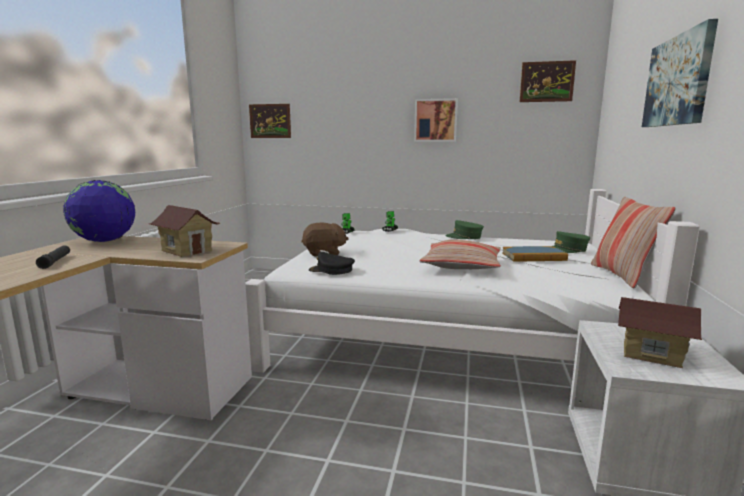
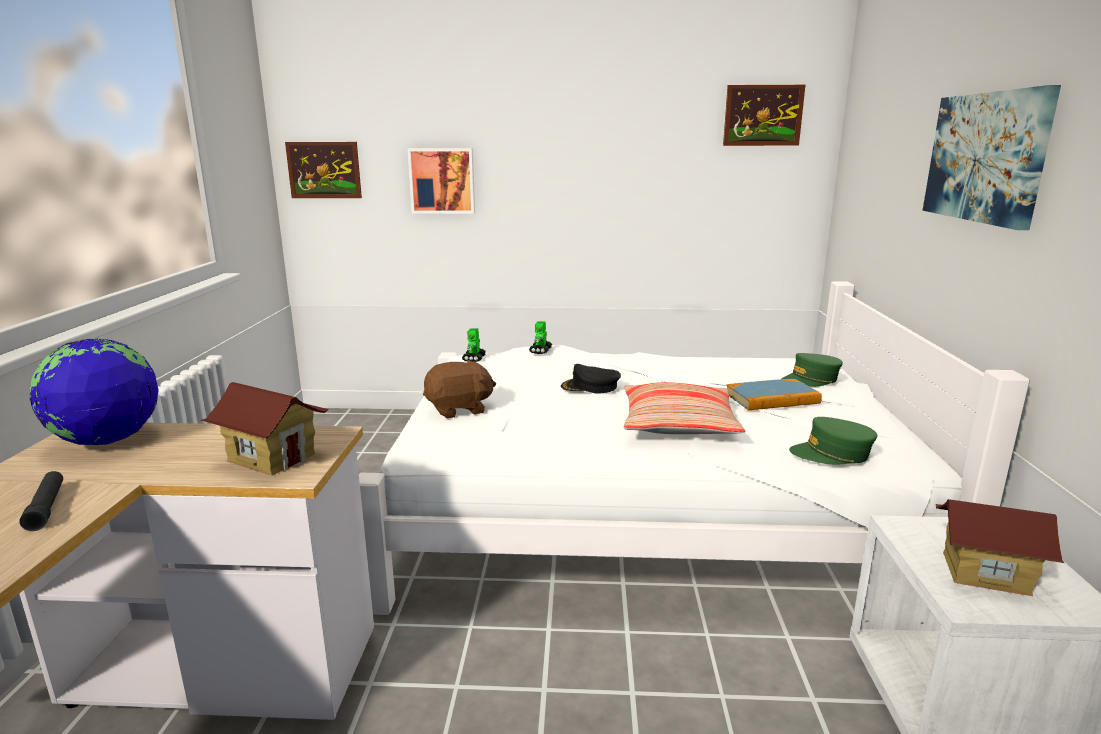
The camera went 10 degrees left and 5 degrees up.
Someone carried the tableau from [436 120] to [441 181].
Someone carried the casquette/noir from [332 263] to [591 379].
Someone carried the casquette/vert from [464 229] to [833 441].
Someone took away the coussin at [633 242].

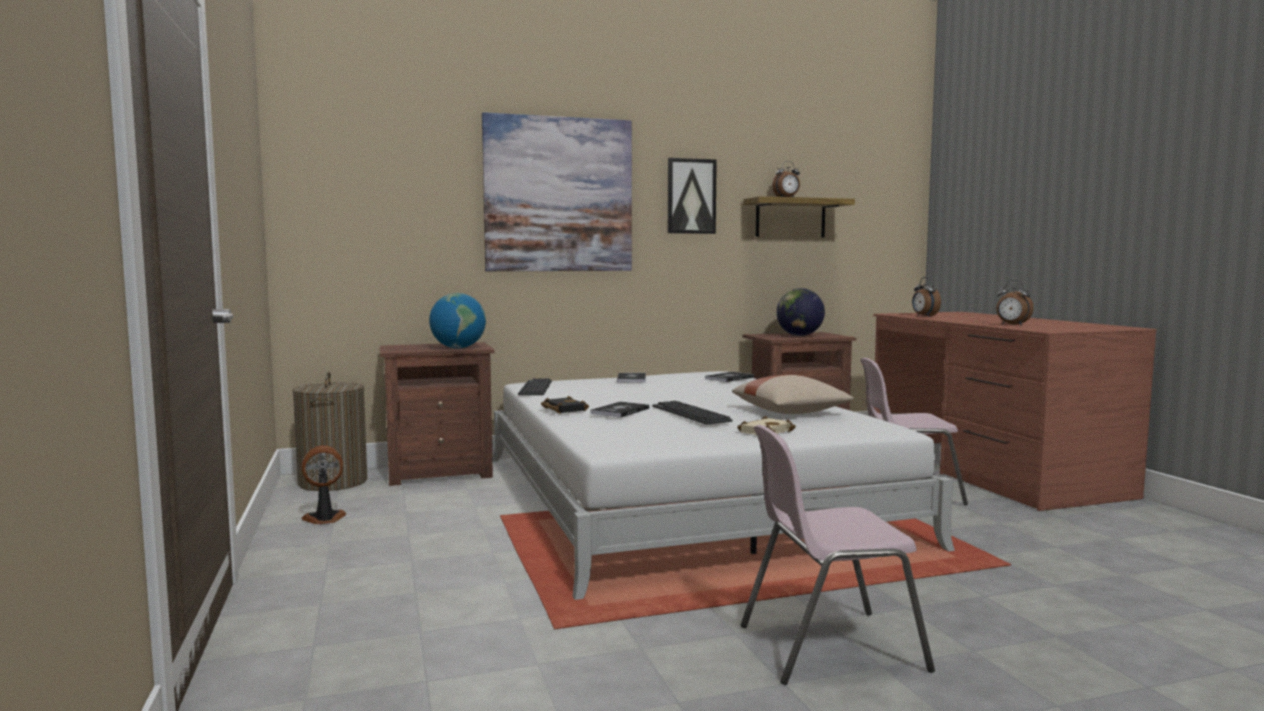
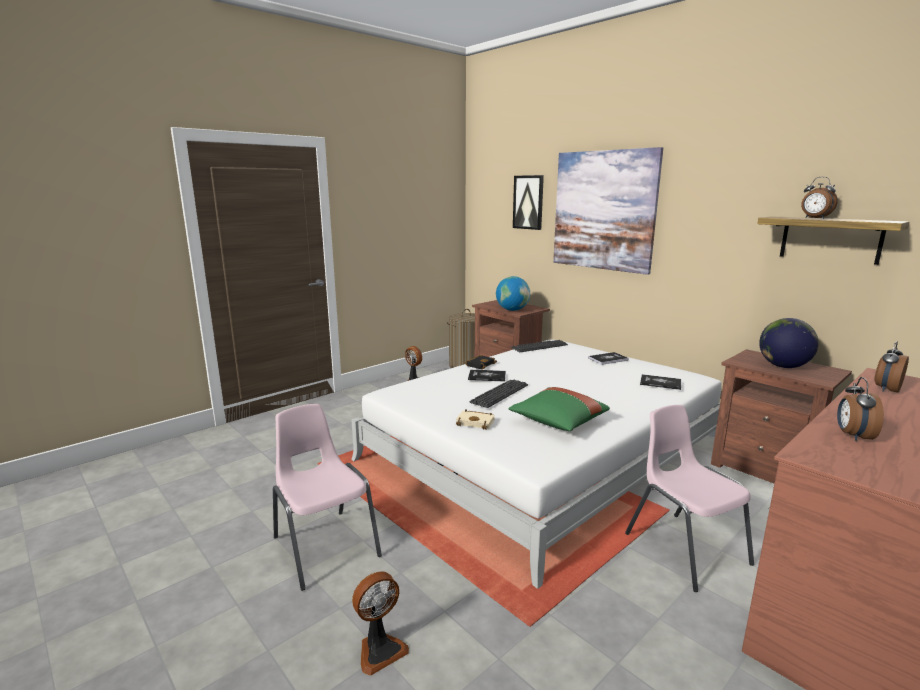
The camera went 65 degrees right and 10 degrees up.
Someone put down the ventilateur at [380 624].
Someone repainted the coussin/beige at [793 394], which became the coussin/vert at [559 409].
Someone carried the tableau from [692 196] to [528 202].

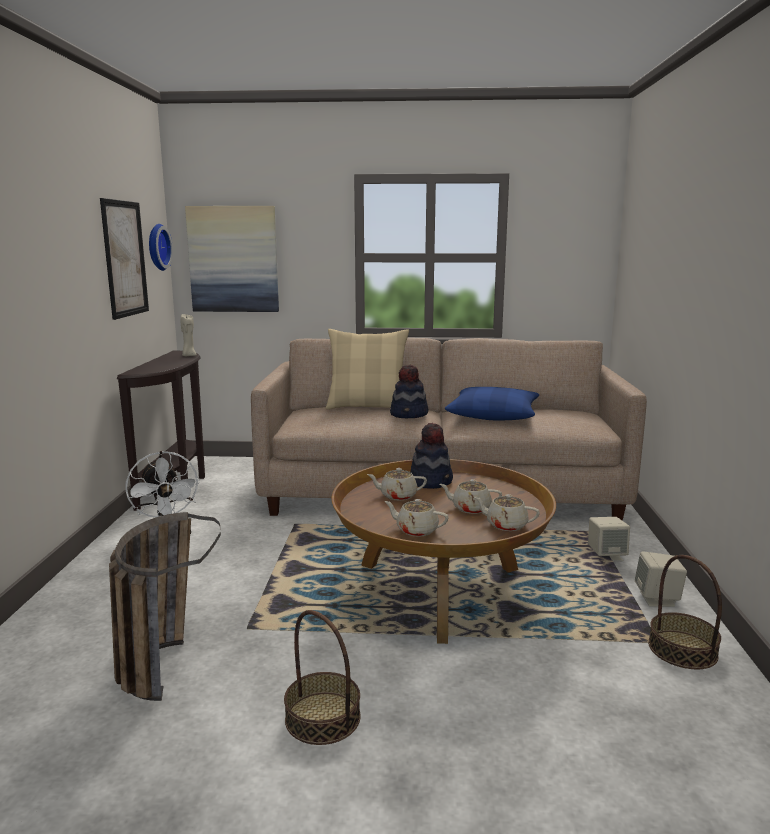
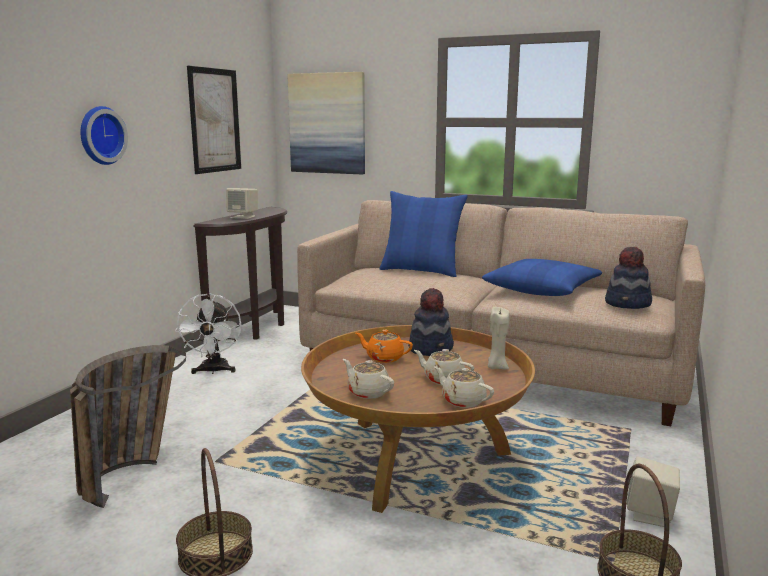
The camera went 20 degrees right and 0 degrees up.
Someone carried the horloge murale from [161 247] to [104 135].
Someone carried the enceinte/beige from [609 539] to [242 203].
Someone repainted the théière/beige at [397 484], which became the théière/orange at [384 346].
Someone repainted the coussin/beige at [367 369], which became the coussin/bleu at [423 234].
Someone carried the bougie/beige from [188 335] to [499 338].
Someone carried the chapeau from [409 391] to [628 278].

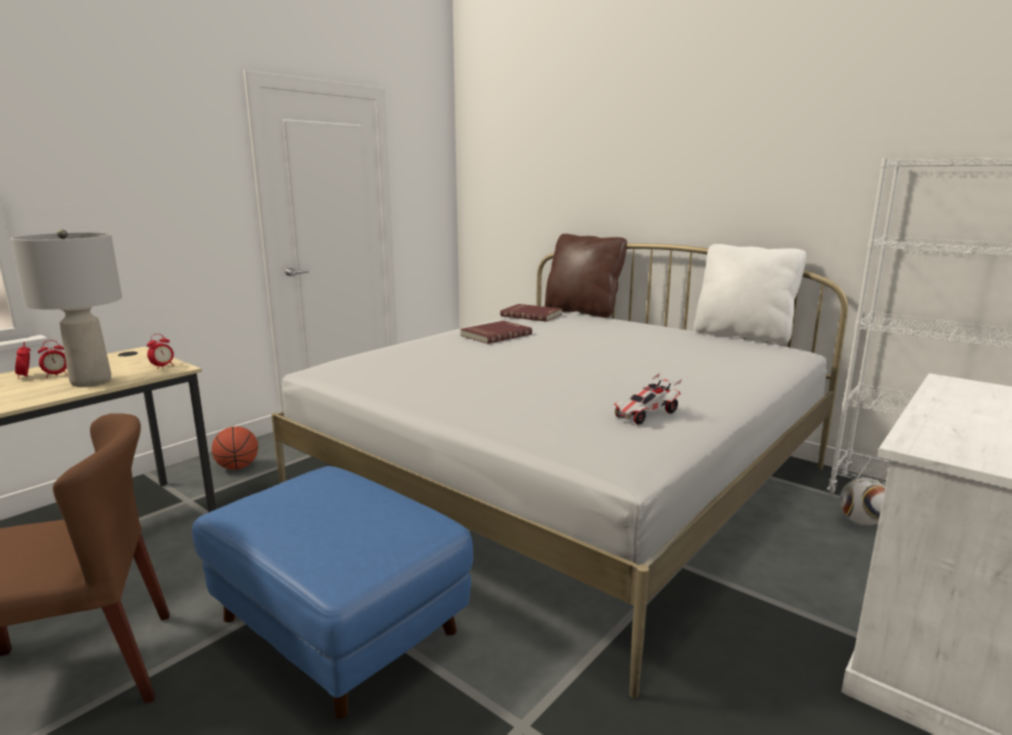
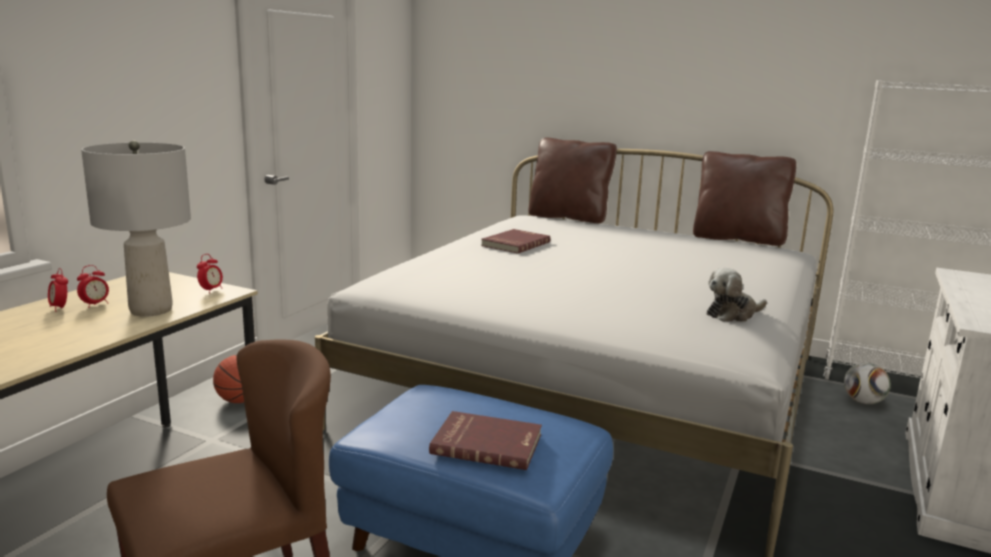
The camera went 15 degrees left and 0 degrees up.
Someone carried the livre/rouge from [531 313] to [485 440].
Someone repainted the coussin/blanc at [750 294], which became the coussin/marron at [744 198].
Someone swapped the petite voiture at [648 399] for the peluche at [737 295].

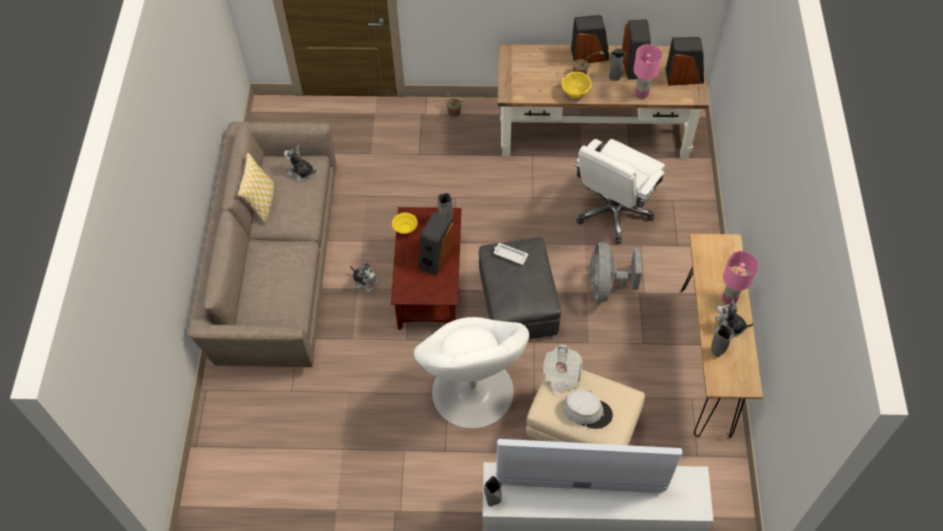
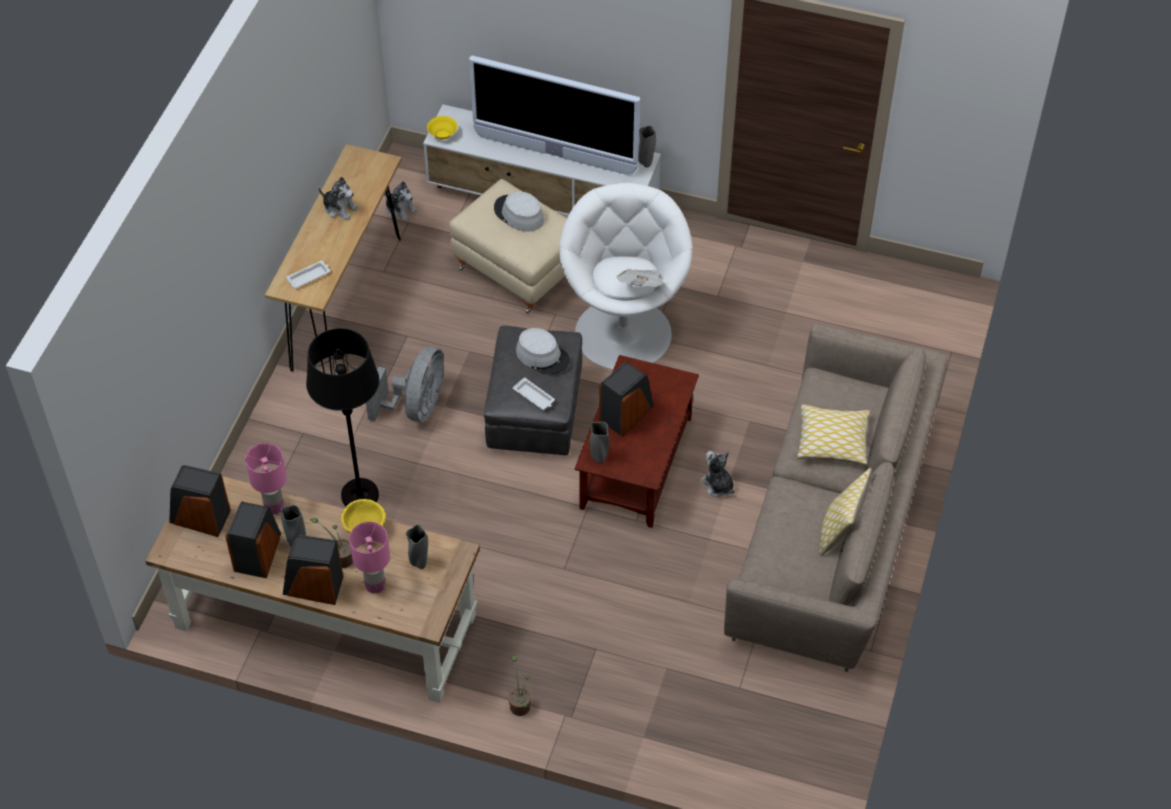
The camera went 165 degrees left and 5 degrees down.
Someone put down the plateau/blanc at [308 275].
Someone swapped the chaise de bureau/blanc at [619 191] for the lampadaire/noir at [342 417].
Someone carried the lampe de table/rose from [740 277] to [369 557].
Someone carried the peluche from [300 163] to [401 201].
Someone carried the vase/gris from [722 340] to [417 546].
Someone carried the bol/jaune from [405 223] to [442 128].
Someone put down the chapeau/gris at [543 351].
Someone carried the journal from [562 370] to [641 278].
Someone put down the coussin at [833 434].

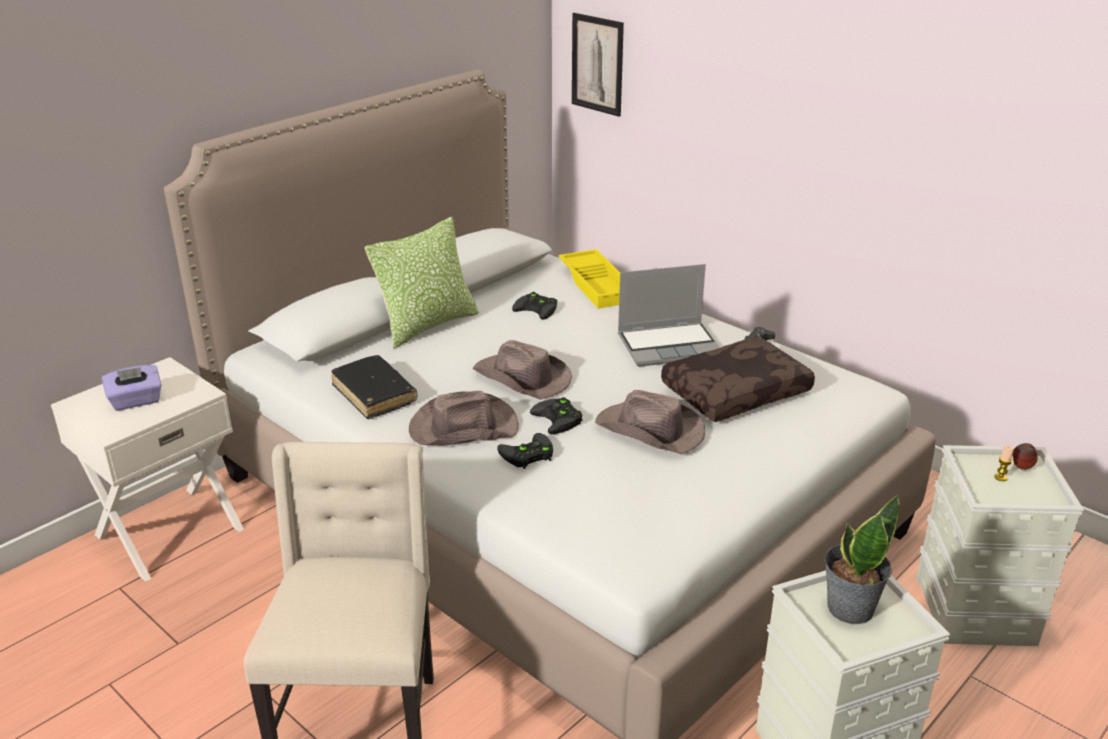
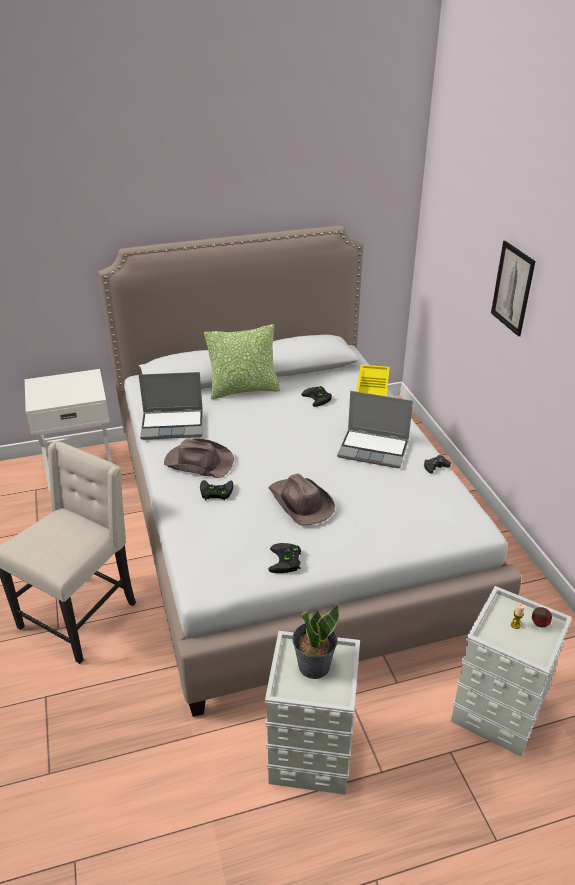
The camera went 30 degrees right and 5 degrees up.
Someone swapped the livre/noir at [374 387] for the ordinateur portable at [171 406].
Someone carried the manette/noir from [556 415] to [284 558].
Someone carried the tableau from [598 65] to [513 289].
Someone took away the boîte à mouchoirs/violet at [131 388].
Someone took away the chapeau/marron at [522 370].
Someone took away the coussin/marron at [738 379].

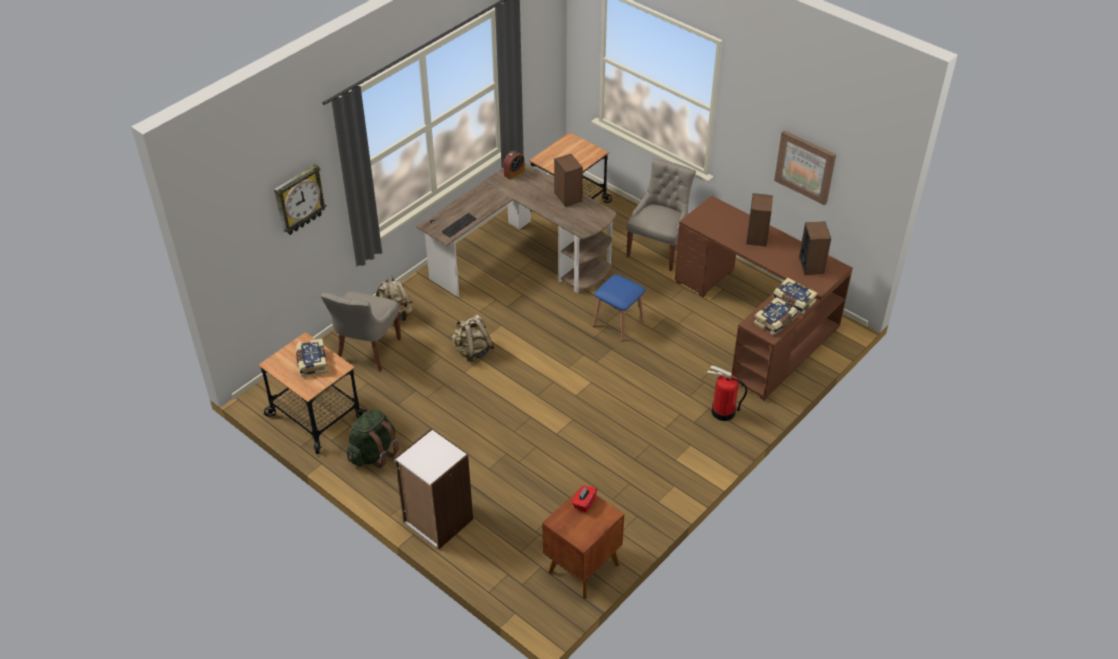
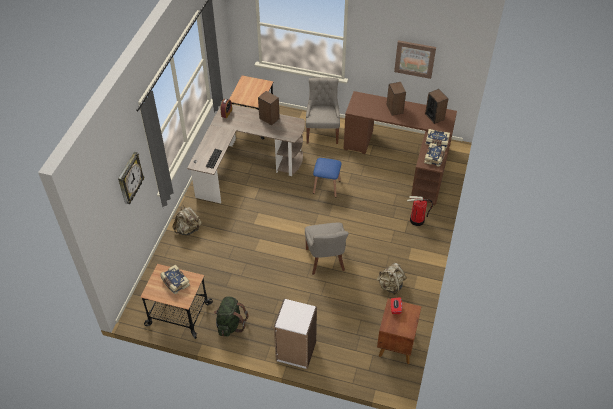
The camera went 25 degrees left and 5 degrees up.
Someone carried the chaise/gris from [361 332] to [327 249].
Someone carried the sac à dos/beige from [473 338] to [392 279].

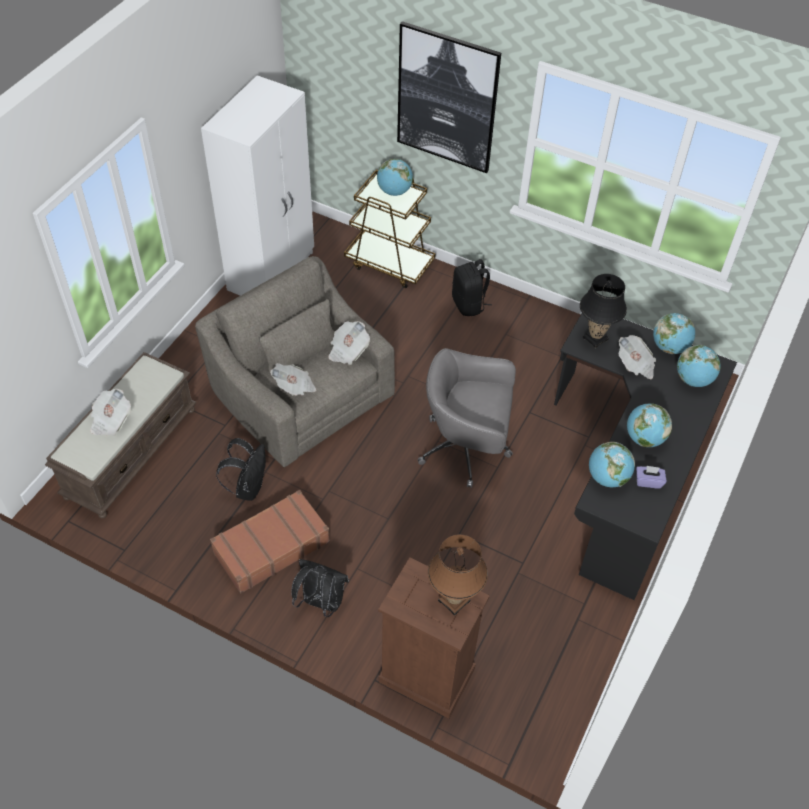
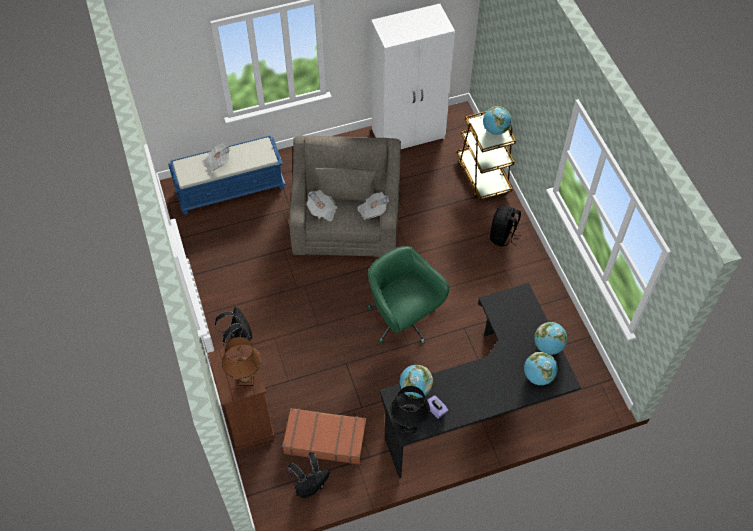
The camera went 45 degrees right and 5 degrees up.
Someone repainted the banc/marron at [121 435], which became the banc/bleu at [227 175].
Someone carried the valise/marron from [270 542] to [324 436].
Someone carried the sac à dos/noir from [241 469] to [308 475].
Someone repainted the chaise de bureau/gris at [467 418], which became the chaise de bureau/vert at [408 295].
Someone carried the lampe de table/noir from [603 311] to [410 409].
Someone took away the tableau at [449 97].
Someone took away the journal at [637 357].
Someone took away the globe at [649 425].

